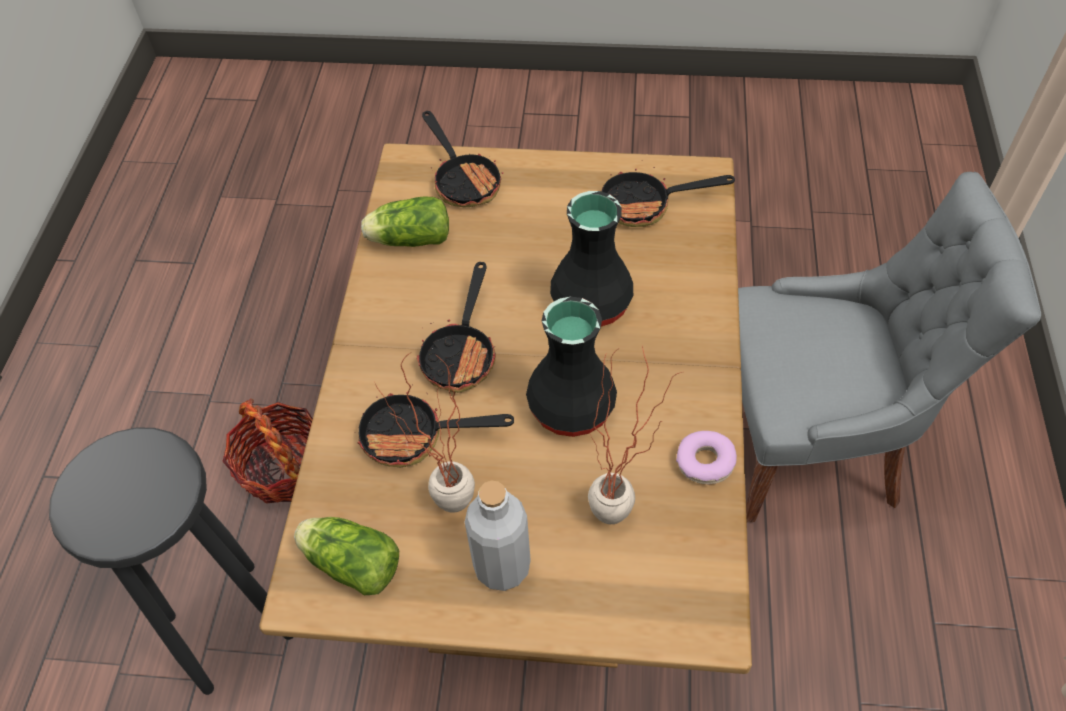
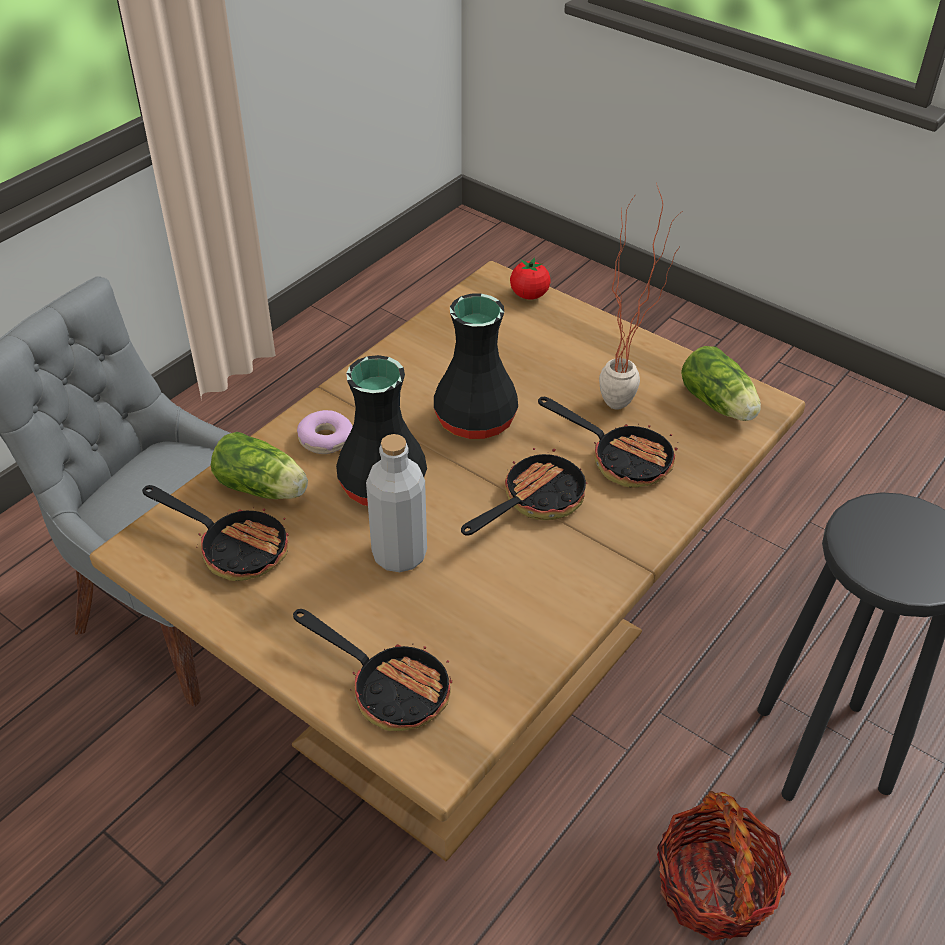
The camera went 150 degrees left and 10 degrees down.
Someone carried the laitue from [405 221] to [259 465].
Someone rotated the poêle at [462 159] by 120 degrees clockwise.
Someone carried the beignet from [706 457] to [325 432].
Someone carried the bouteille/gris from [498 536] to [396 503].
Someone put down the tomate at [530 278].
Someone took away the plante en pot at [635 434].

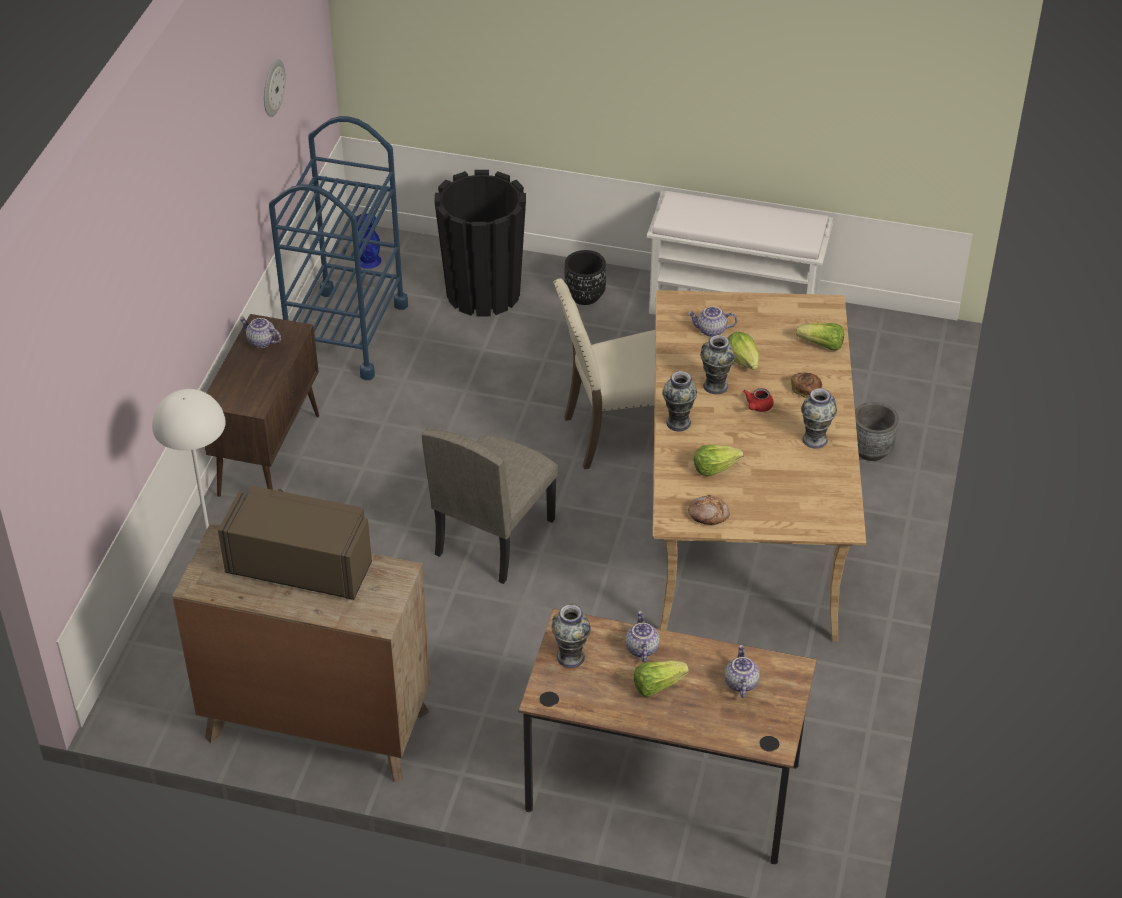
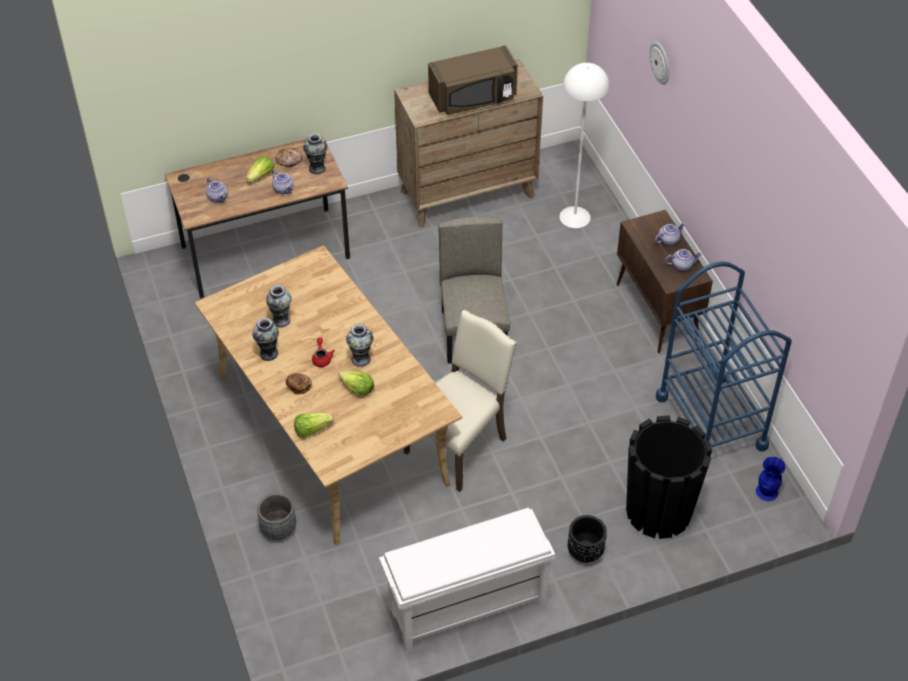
The camera went 145 degrees right and 5 degrees up.
Someone carried the vase from [679 401] to [279 306].
Someone carried the pain from [709 510] to [289 157].
Someone carried the horloge murale from [274 88] to [659 63].
Someone carried the théière from [712 322] to [670 234].
Someone took away the laitue at [719 460].

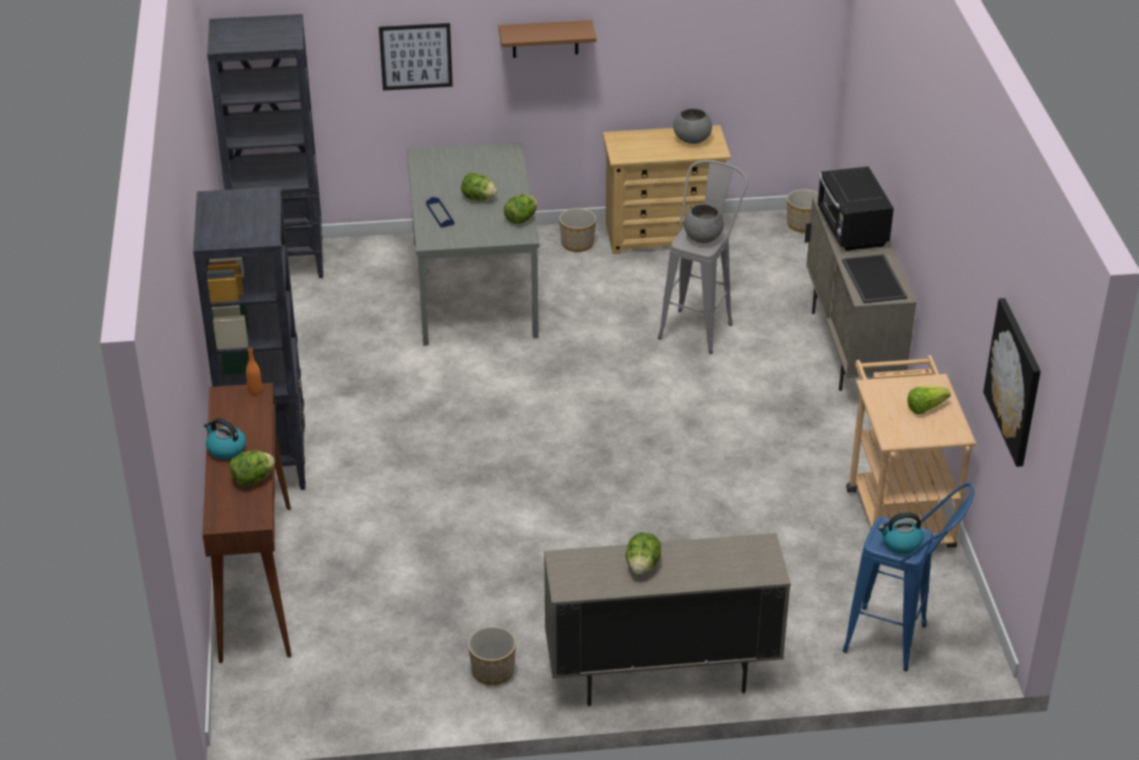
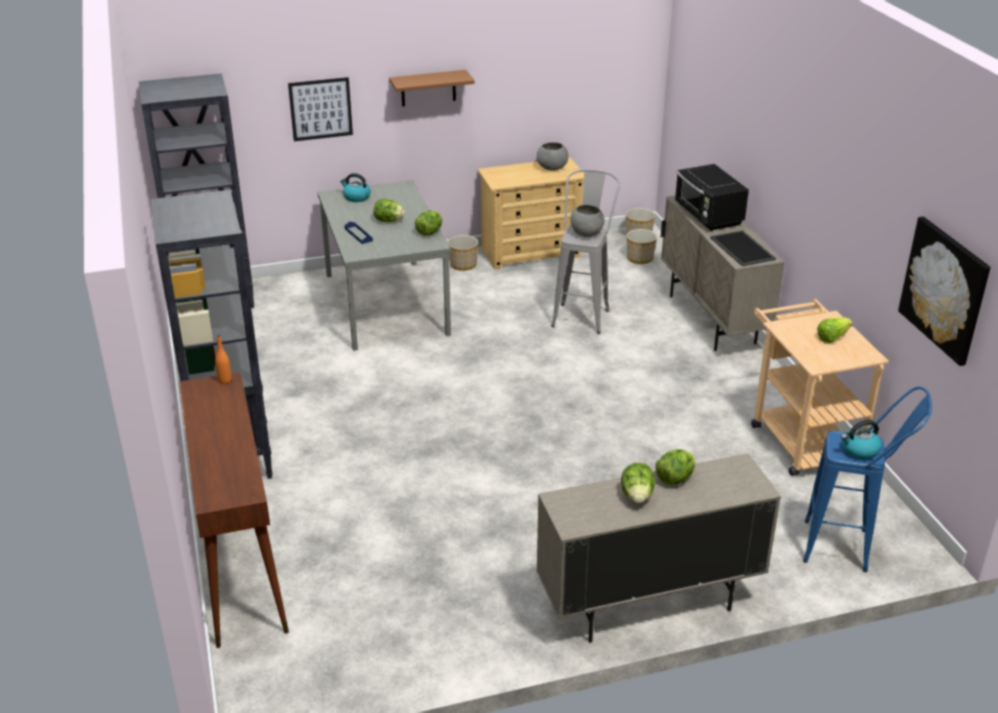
The camera went 10 degrees left and 5 degrees down.
Someone carried the bouilloire from [225 439] to [355 187].
Someone carried the cache-pot from [492 655] to [642 246].
Someone carried the laitue from [252 468] to [675 467].

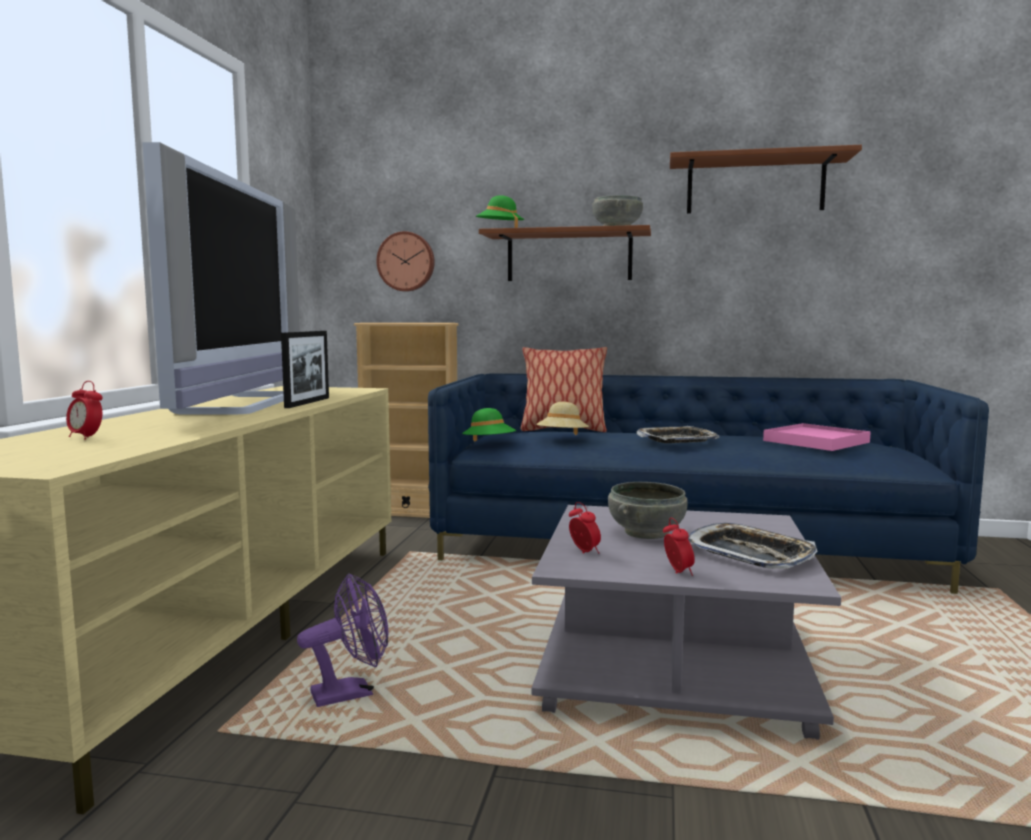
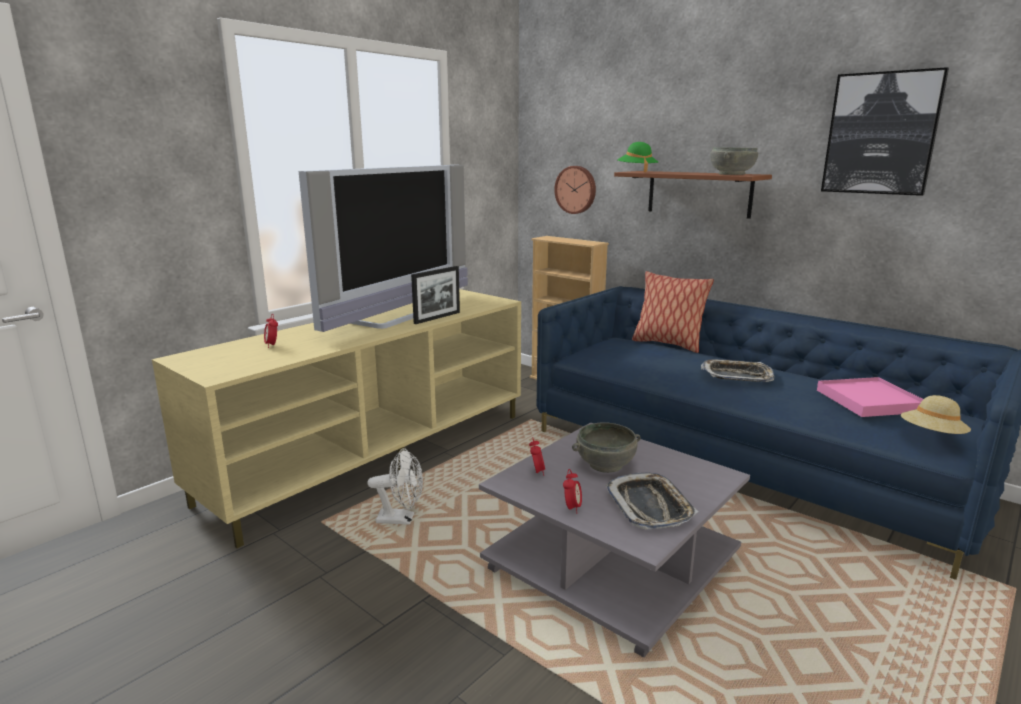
The camera went 30 degrees right and 10 degrees up.
Someone repainted the ventilateur/violet at [343 640], which became the ventilateur/blanc at [395 486].
Someone swapped the étagère/marron at [766 179] for the tableau at [885 131].
Someone carried the chapeau/beige from [562 418] to [936 414].
Someone took away the chapeau/vert at [489 425].

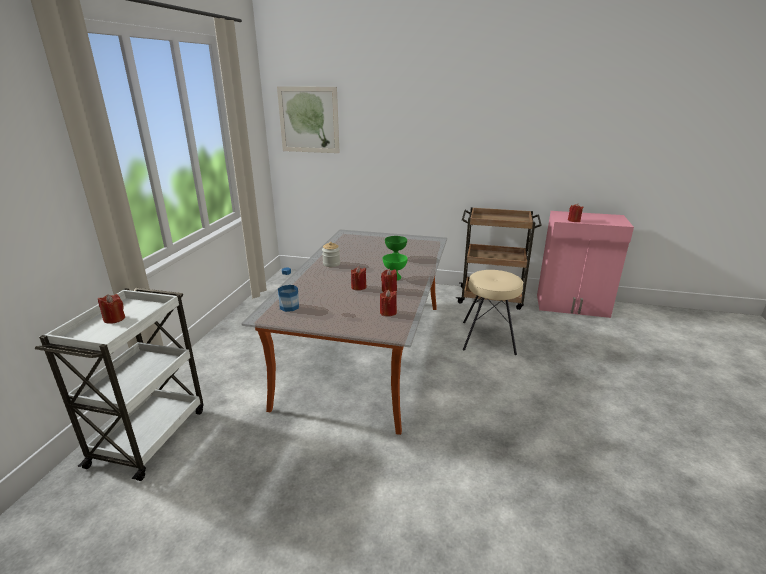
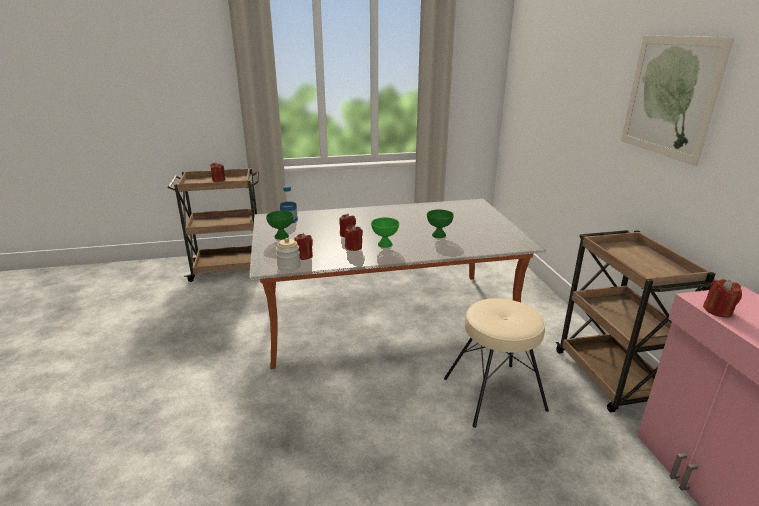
The camera went 65 degrees right and 0 degrees up.
Someone repainted the chariot/blanc at [119 384], which became the chariot/marron at [213 225].
Someone put down the bol/vert at [280 225].
Someone carried the bocal from [331 254] to [288 254].
Someone carried the tableau from [308 119] to [677 100].

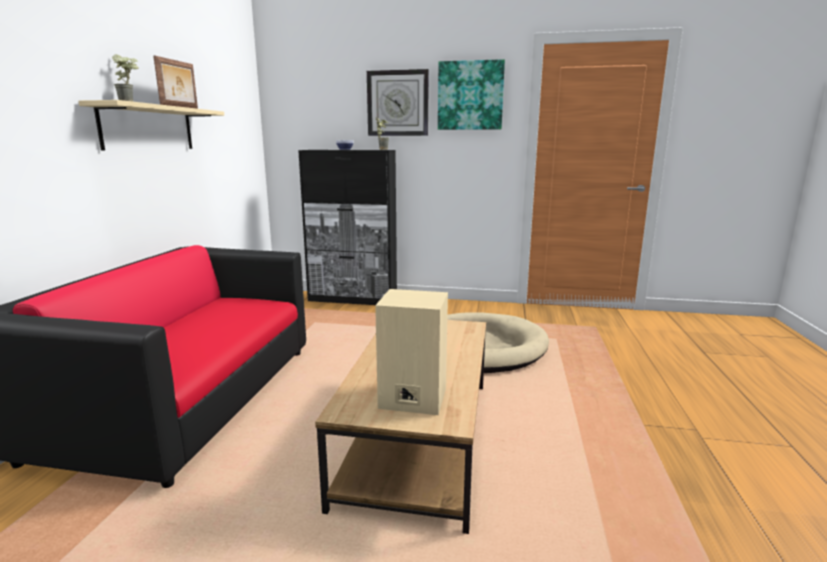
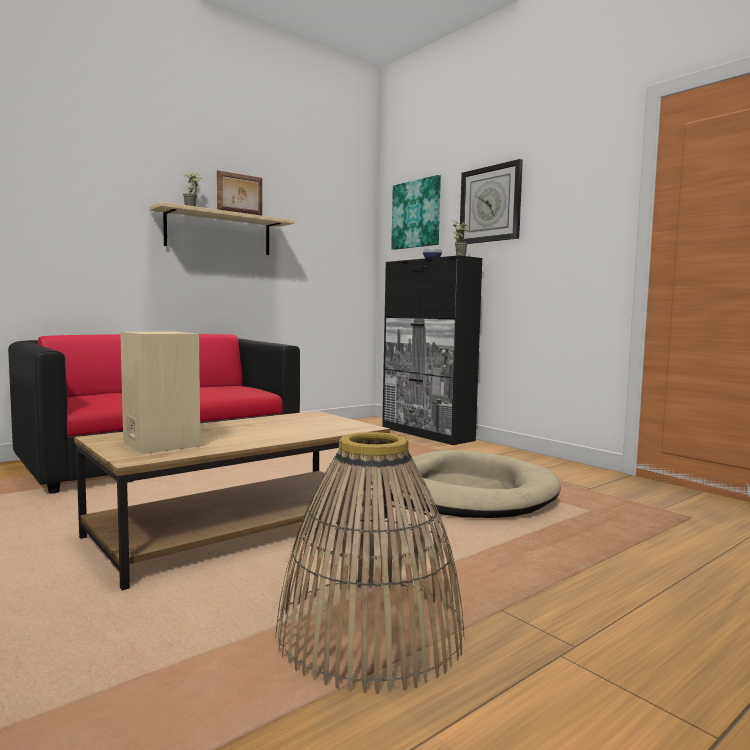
The camera went 40 degrees right and 10 degrees down.
Someone put down the panier at [370 563].
Someone carried the tableau from [471 94] to [416 212].

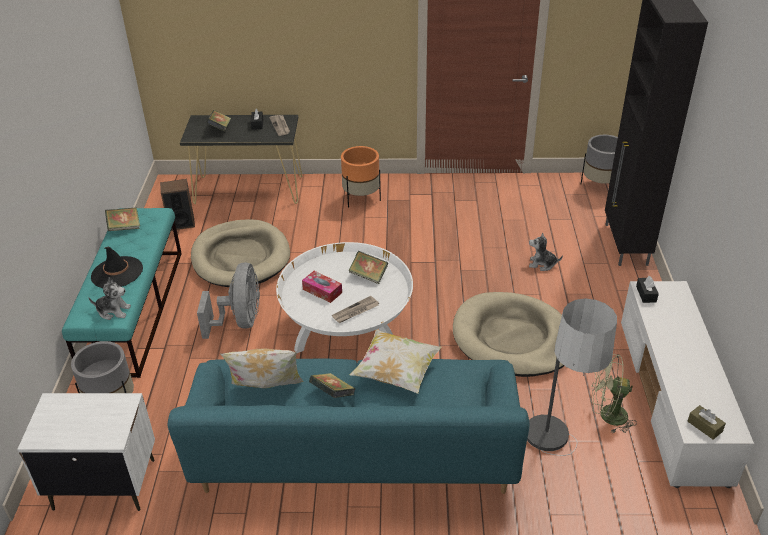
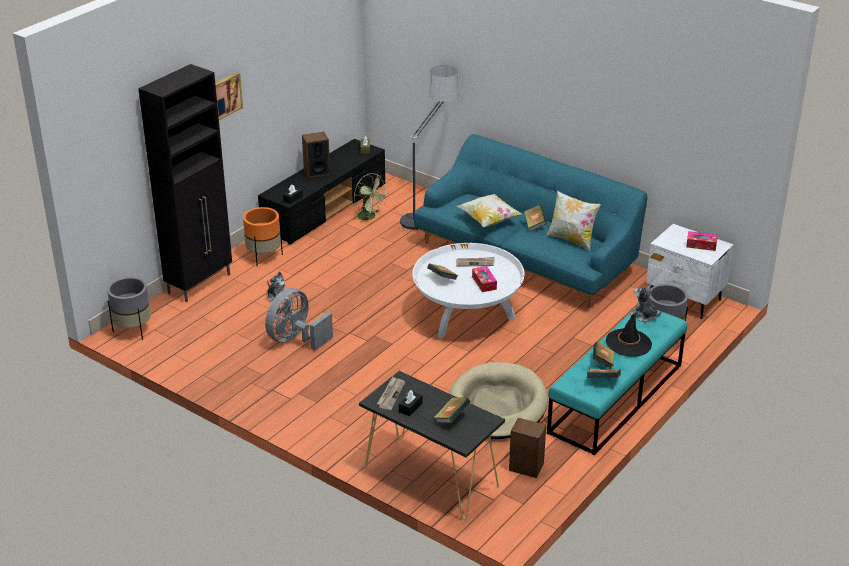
The camera went 145 degrees left and 5 degrees down.
Someone put up the tableau at [229 96].
Someone carried the cache-pot/orange from [361 177] to [263 237].
Someone repainted the meuble télé/blanc at [687 384], which became the meuble télé/noir at [321 192].
Someone carried the ventilateur/gris from [228 300] to [299 319].
Someone put down the enceinte at [316 155].
Someone put down the livre at [603 355].
Someone put down the boîte à mouchoirs at [702 241].
Someone took away the panier pour chien/beige at [508 334].

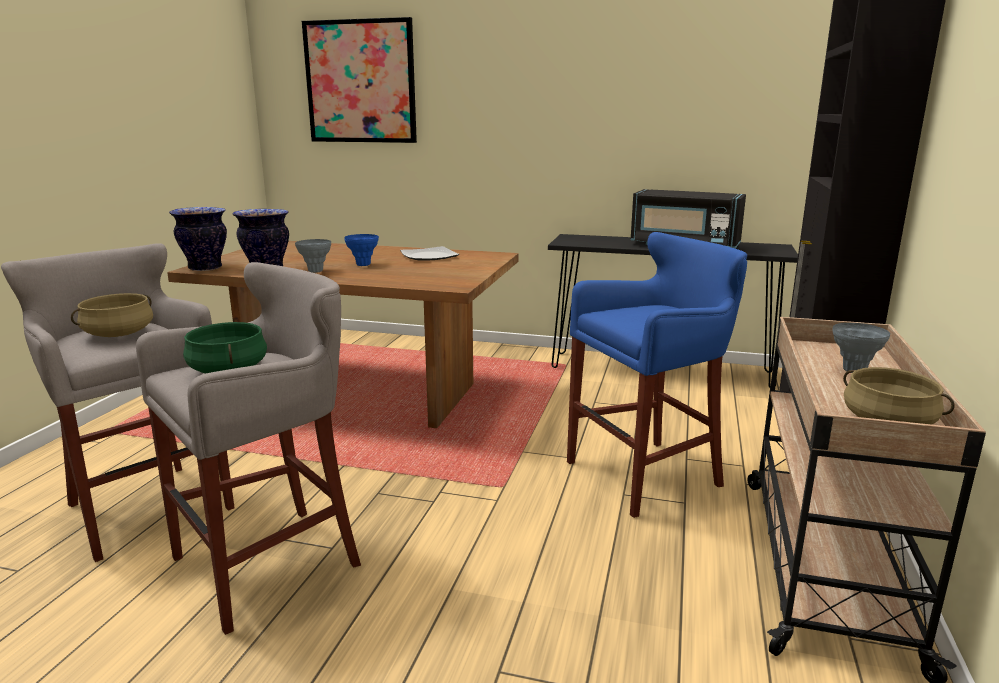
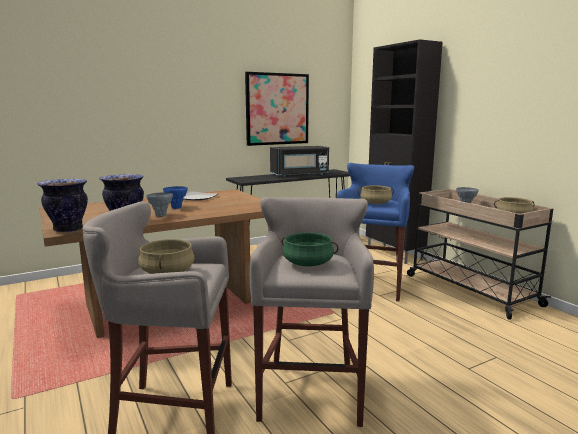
The camera went 45 degrees left and 5 degrees down.
Someone carried the tableau from [359 80] to [277 109].
Someone put down the marmite/beige at [376 194].

